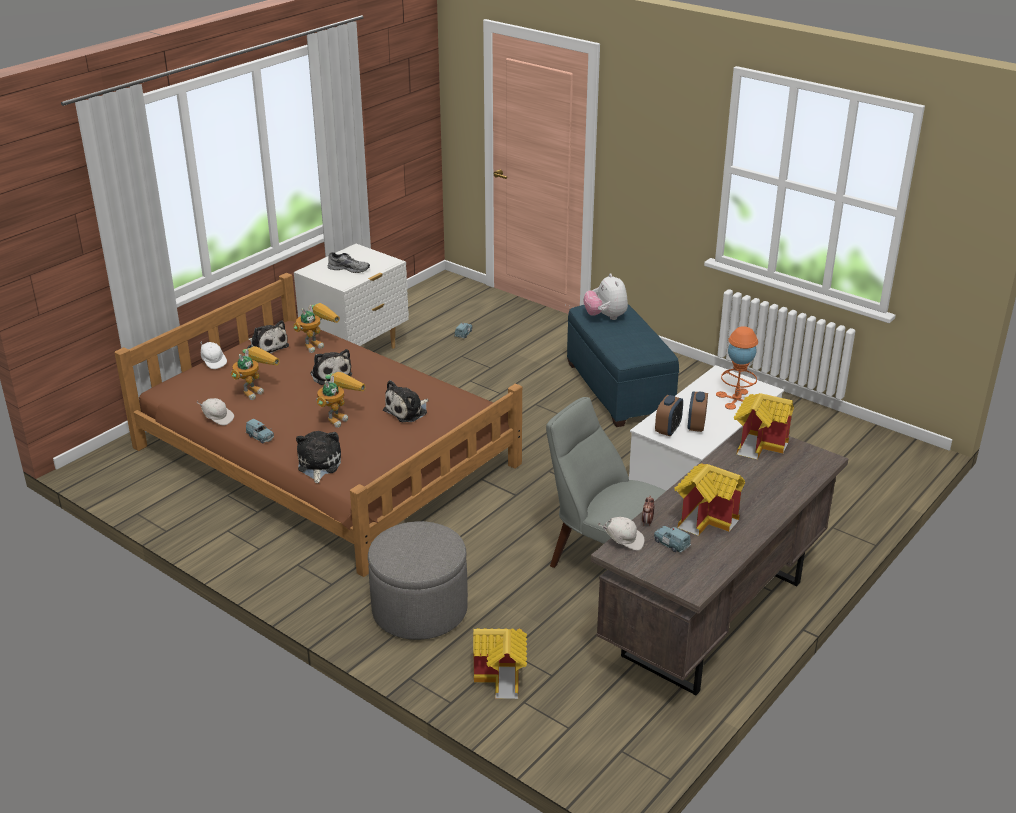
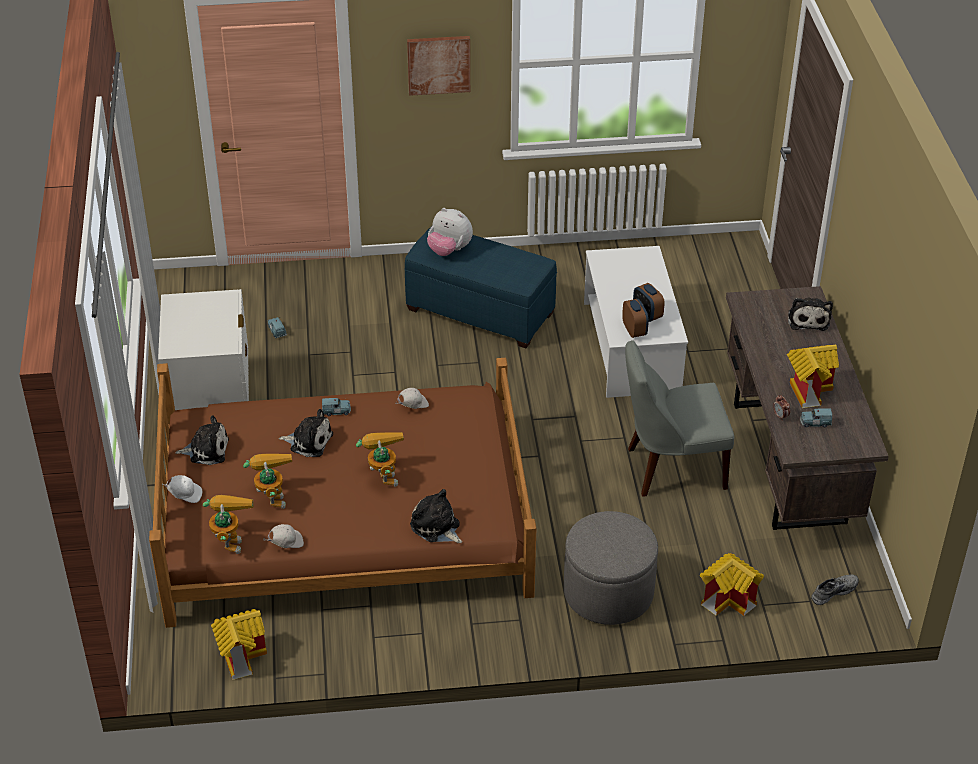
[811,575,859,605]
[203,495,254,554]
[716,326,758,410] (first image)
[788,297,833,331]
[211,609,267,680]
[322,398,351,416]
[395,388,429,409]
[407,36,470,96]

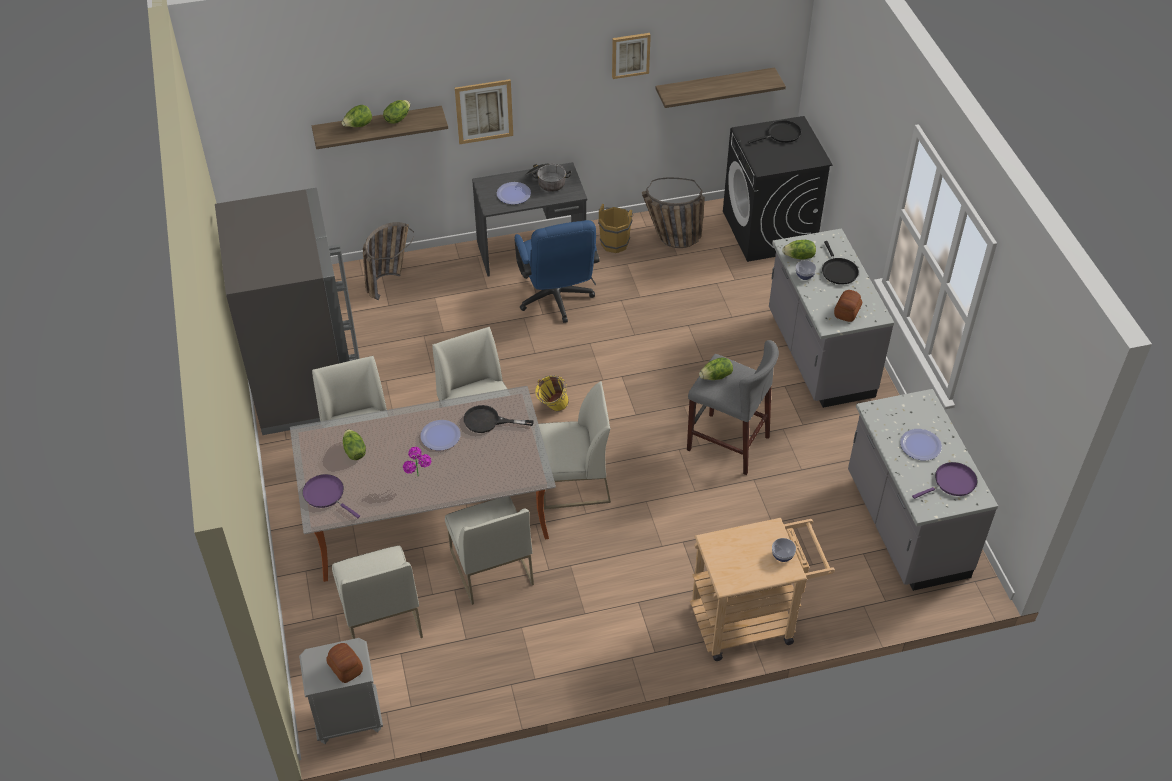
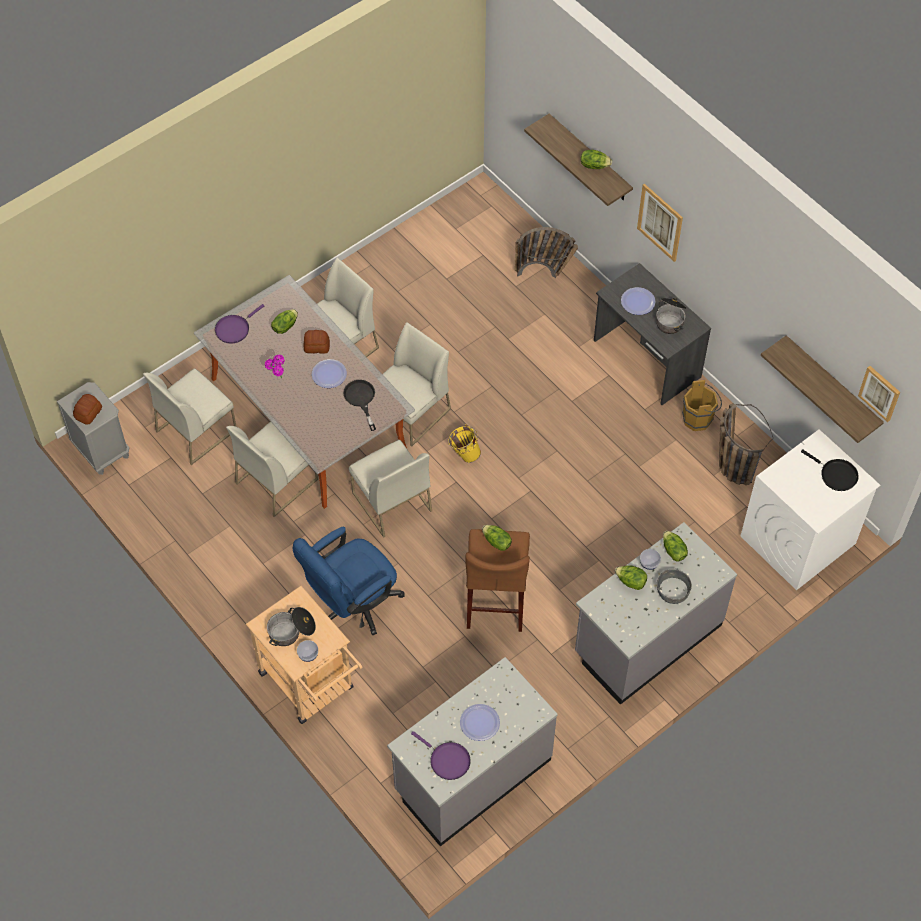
[858,366,900,422]
[615,565,647,590]
[741,429,880,590]
[215,188,360,435] (first image)
[292,527,404,635]
[657,569,692,604]
[304,330,330,354]
[466,529,530,632]
[215,304,264,344]
[267,607,316,646]

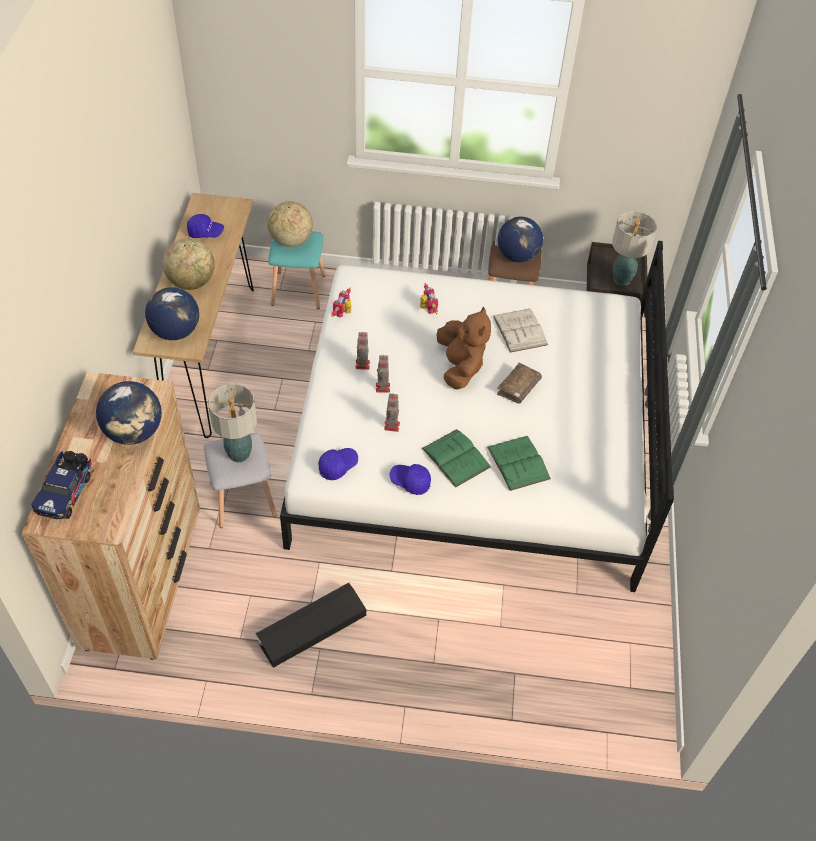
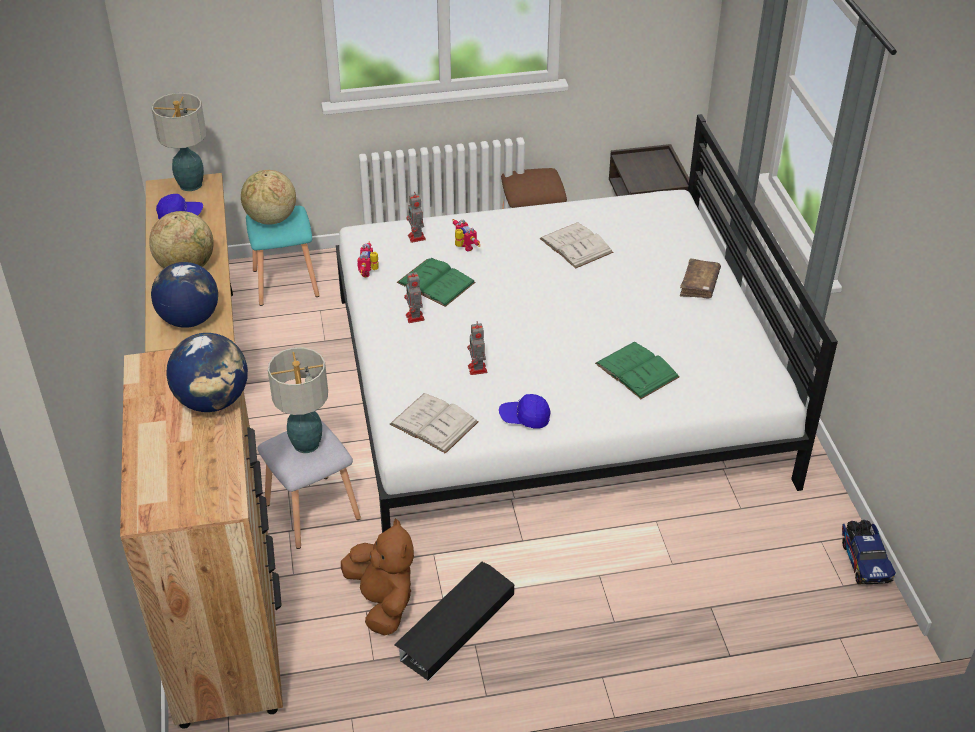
[152,93,206,191]
[498,217,543,262] (first image)
[341,518,414,636]
[406,191,426,243]
[680,259,721,298]
[397,258,476,307]
[390,393,479,454]
[842,520,896,584]

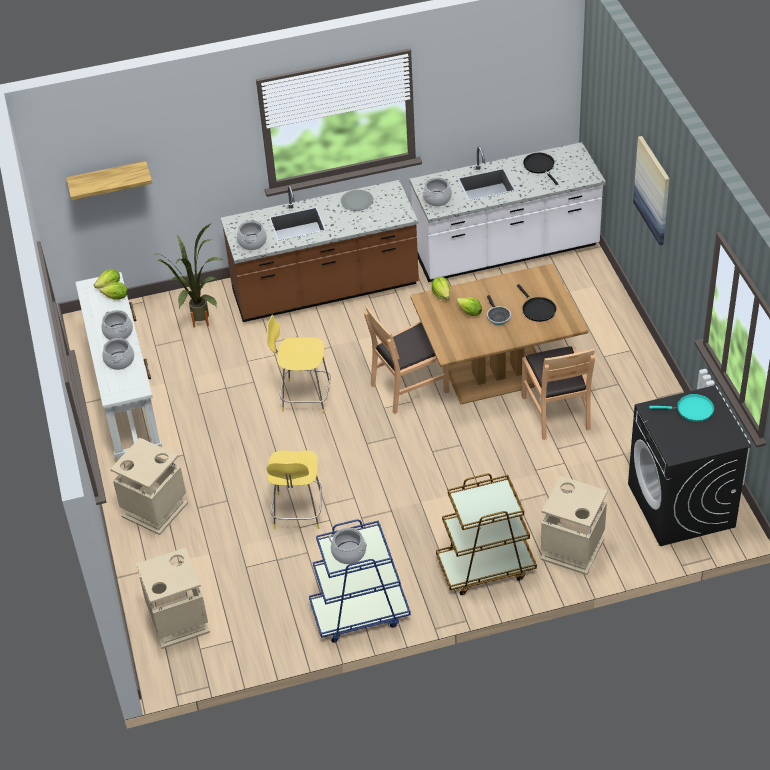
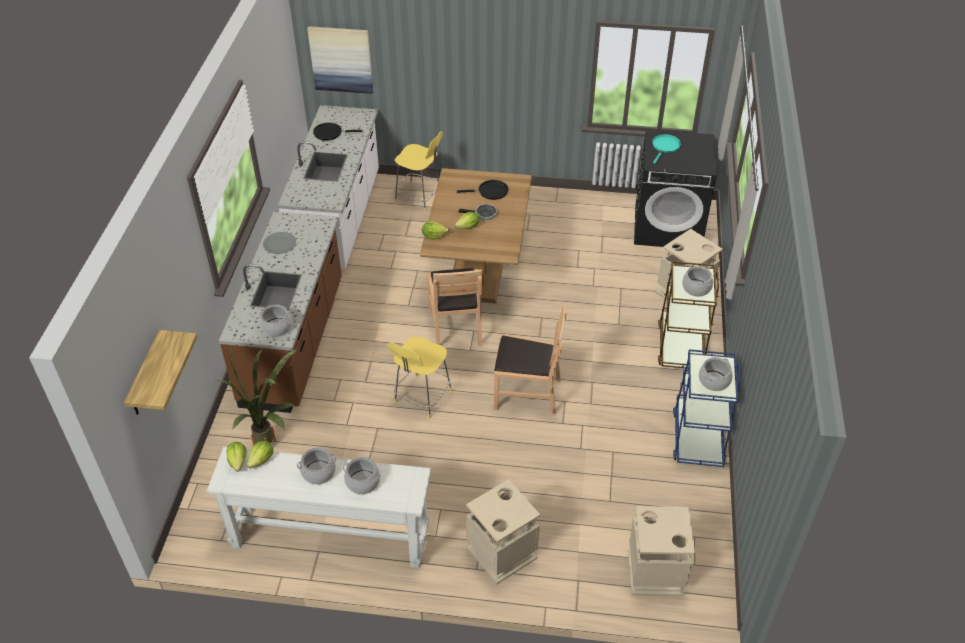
[307,26,373,94]
[682,266,713,297]
[494,304,567,415]
[394,131,443,212]

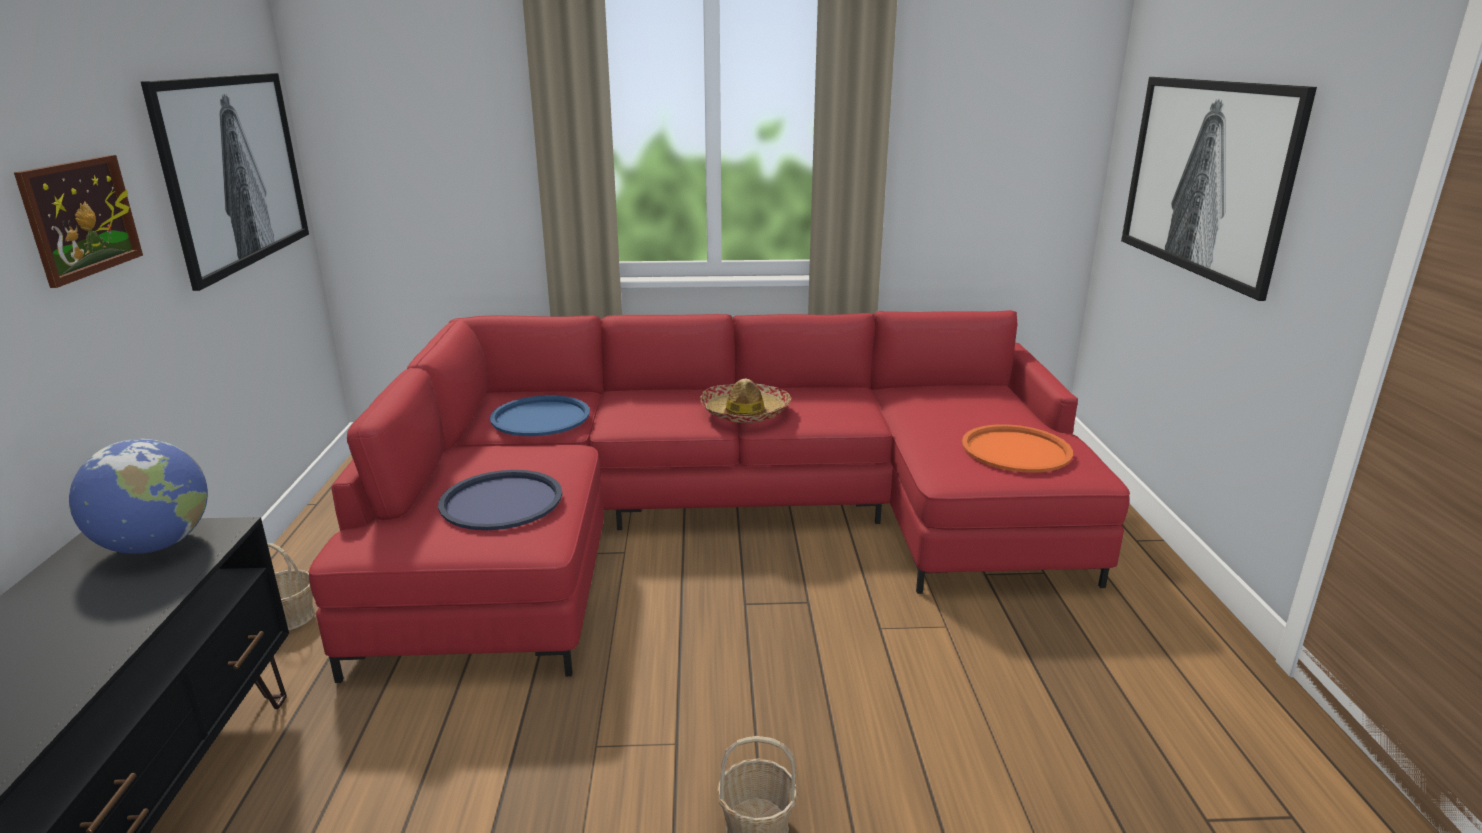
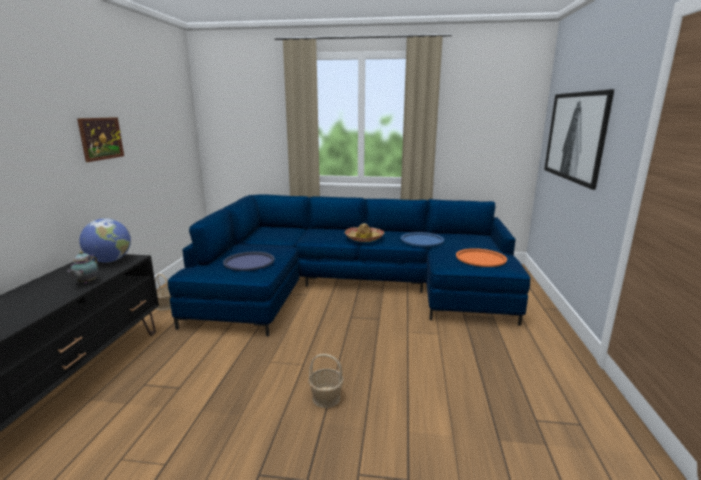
[141,73,309,291] (first image)
[168,194,530,336]
[401,232,444,247]
[67,251,98,284]

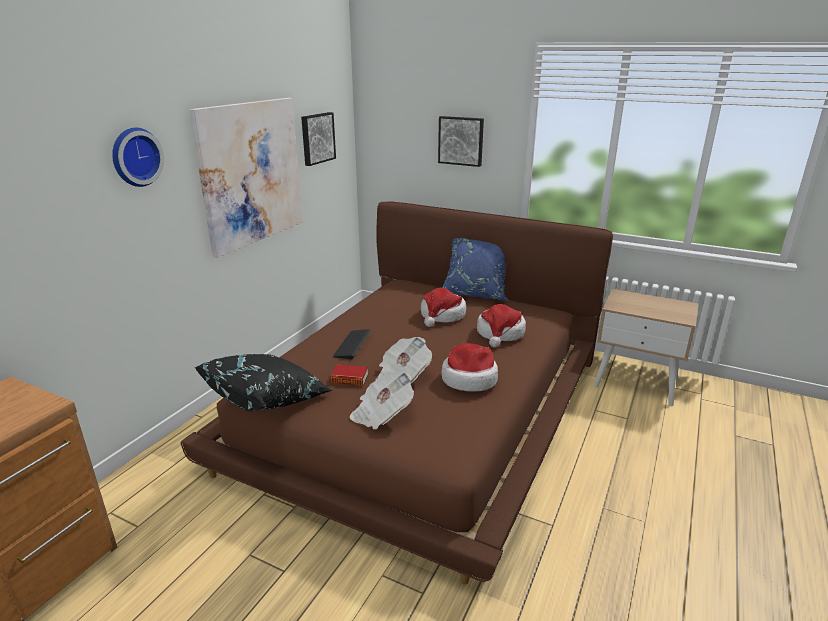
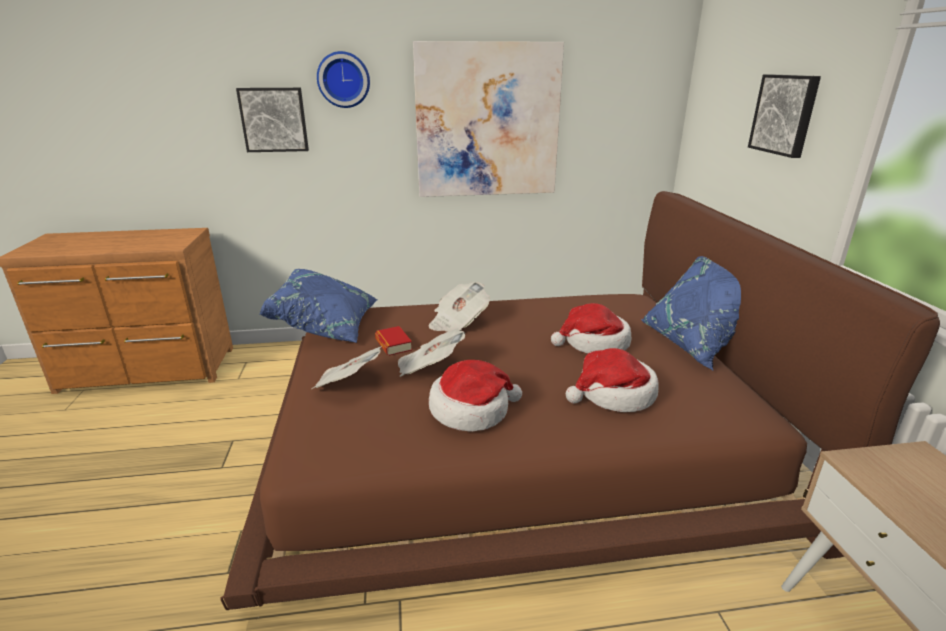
[236,88,309,152]
[429,282,490,332]
[260,269,378,343]

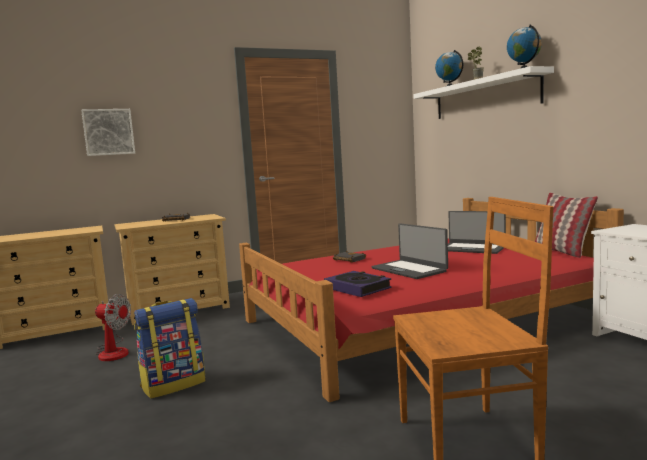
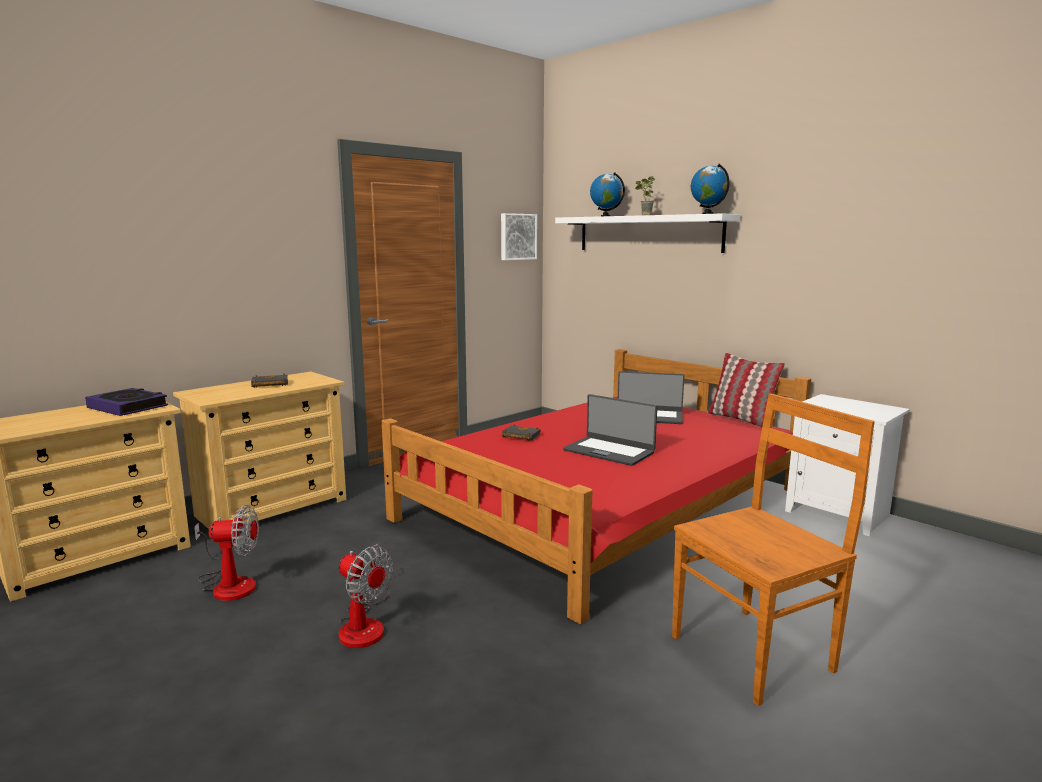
[501,213,537,260]
[85,388,168,416]
[339,544,393,648]

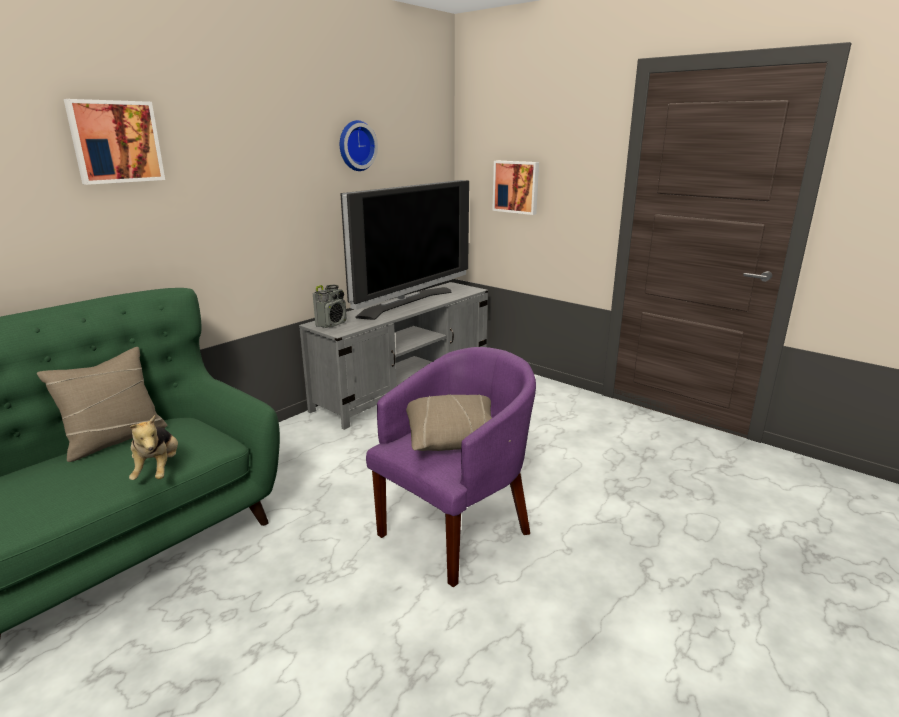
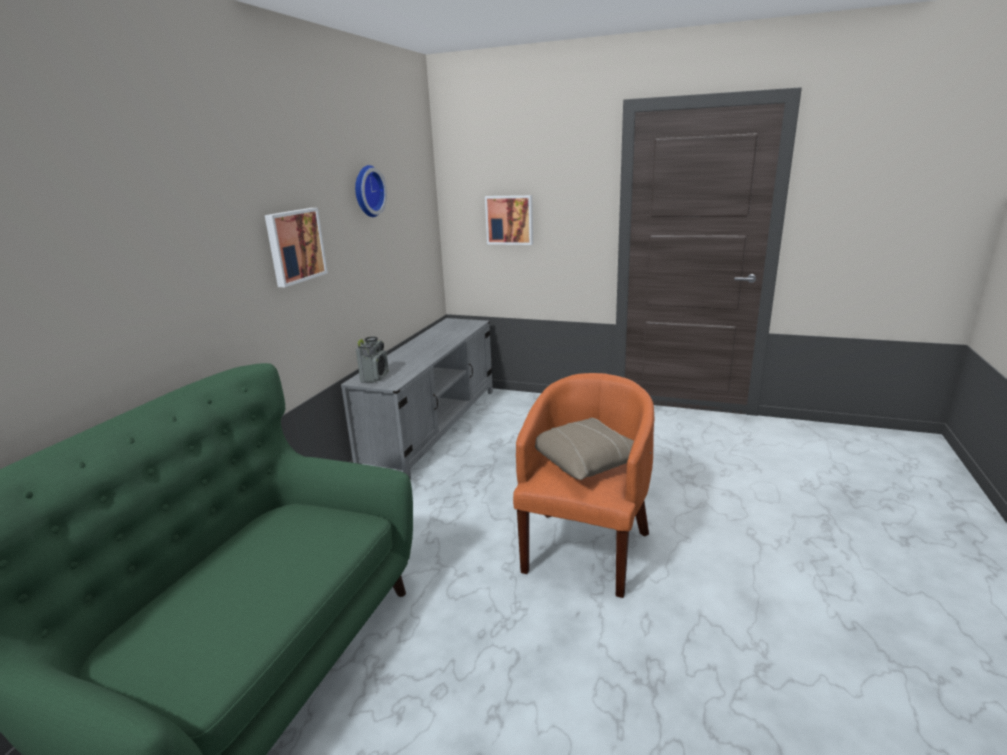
[265,208,328,287]
[341,180,469,320] (first image)
[37,347,168,462] (first image)
[513,373,654,598]
[129,415,178,480] (first image)

